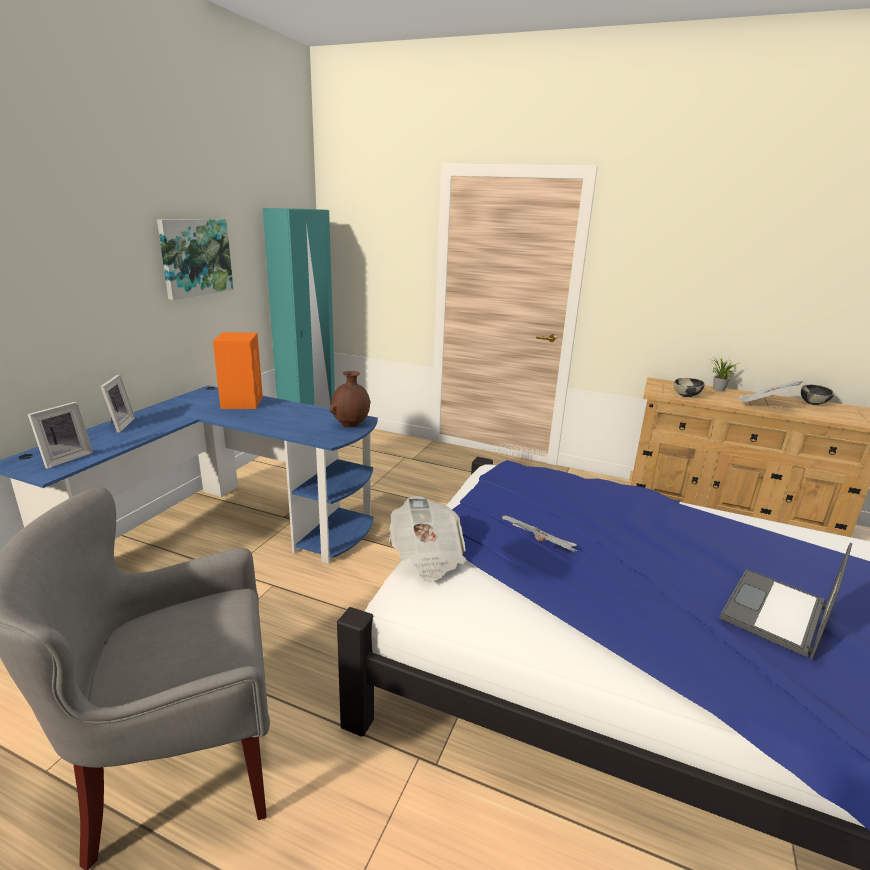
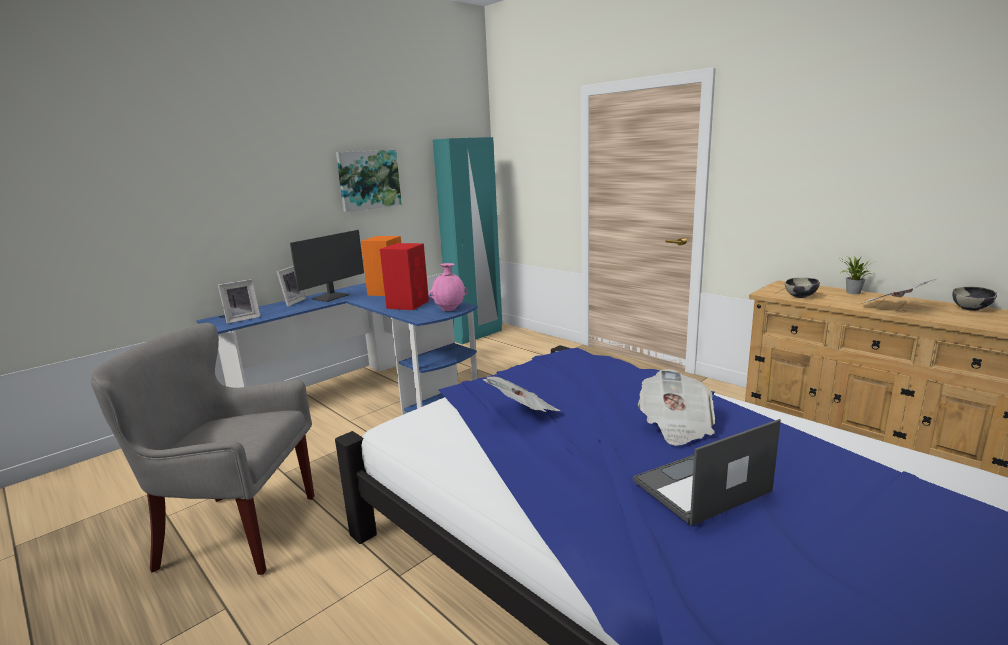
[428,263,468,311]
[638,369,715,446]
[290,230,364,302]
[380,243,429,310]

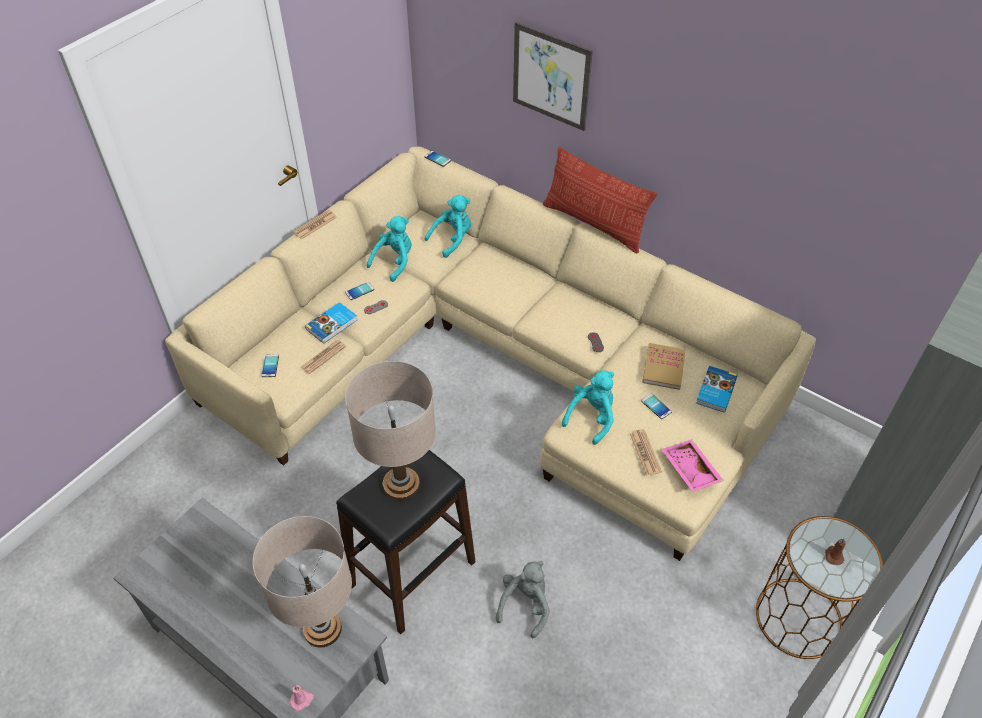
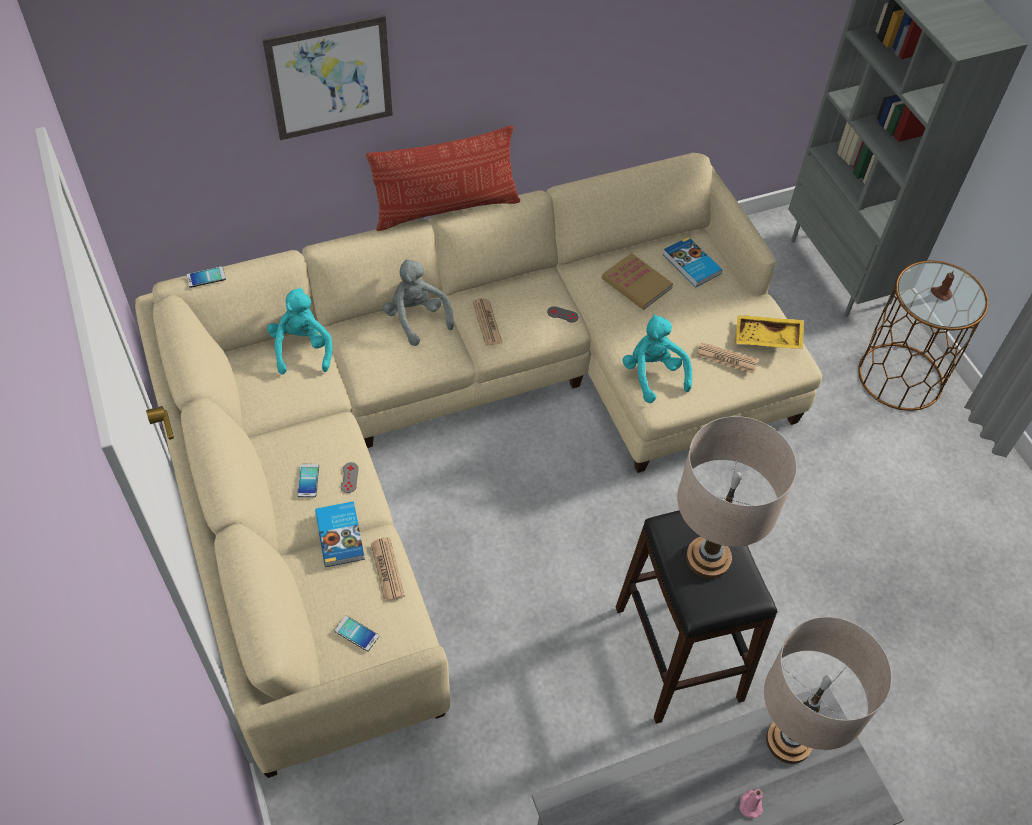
[473,298,502,346]
[367,216,412,282] (first image)
[641,393,672,419] (first image)
[735,315,804,349]
[383,259,454,346]
[739,789,763,818]

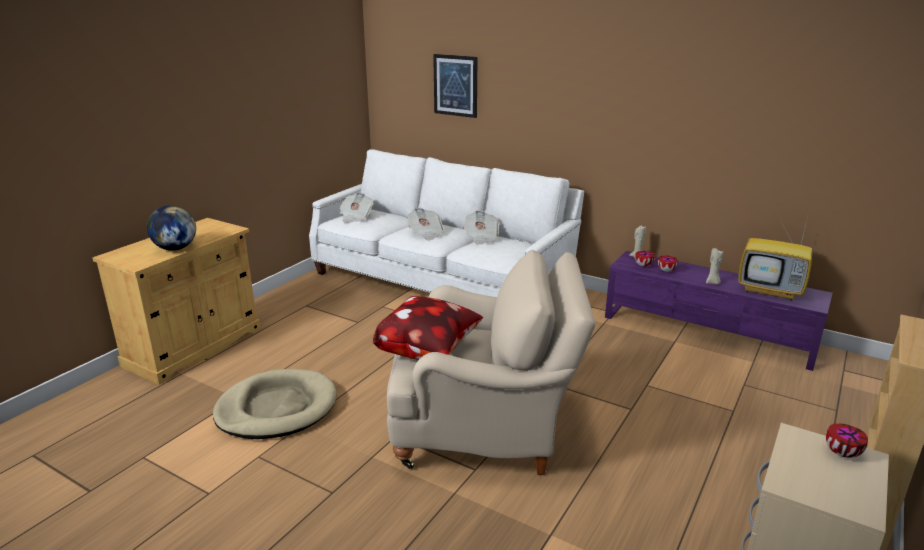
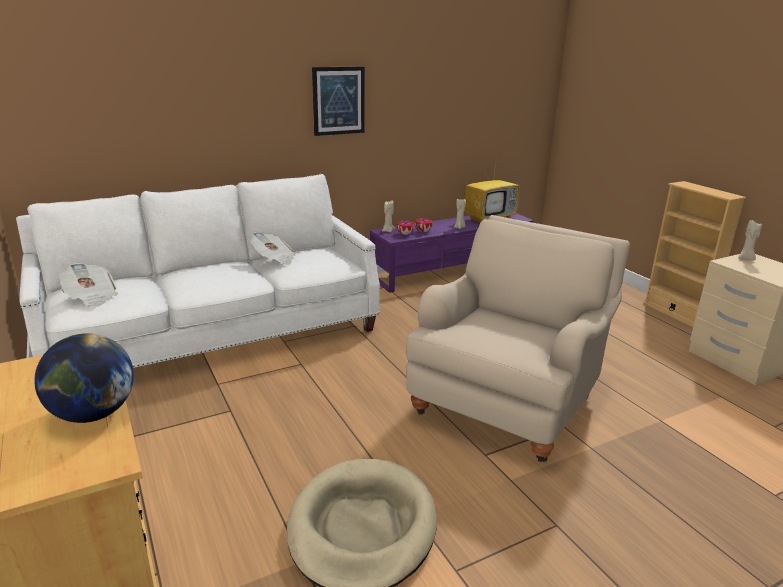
[312,66,365,136]
[407,208,444,241] (first image)
[373,296,483,360] (first image)
[738,220,762,261]

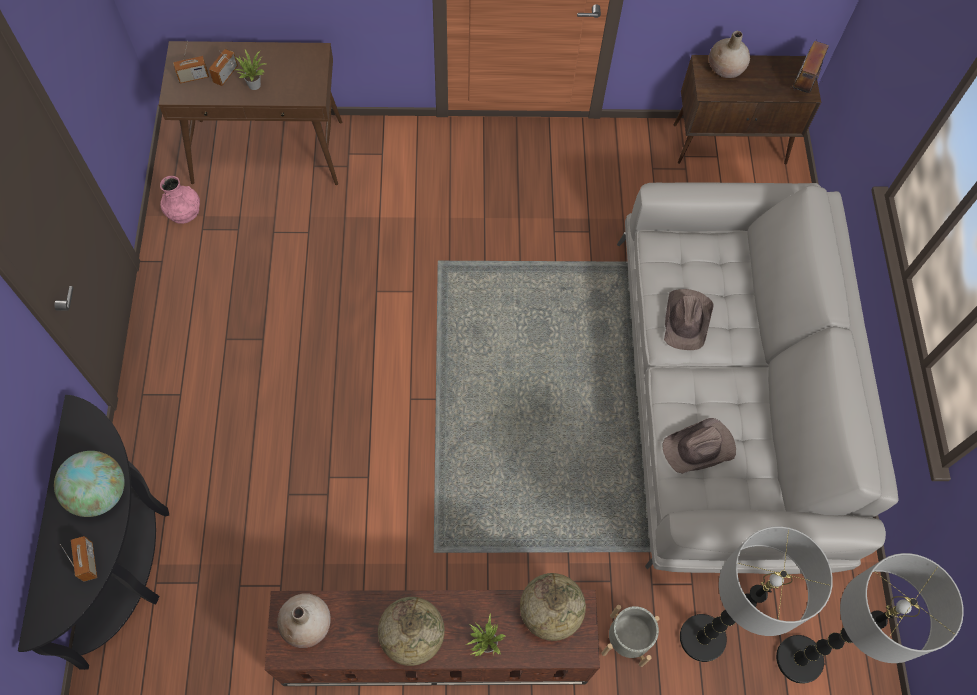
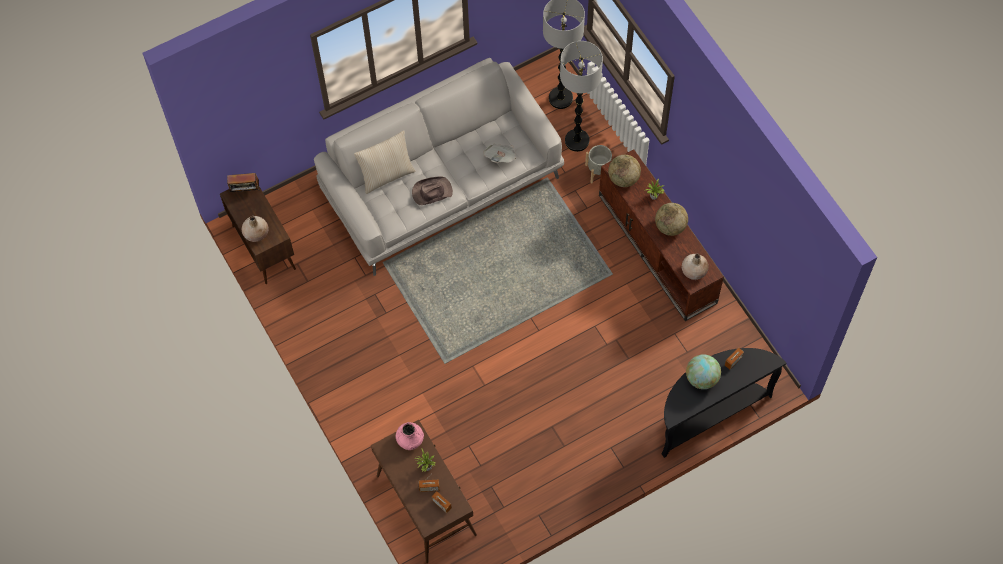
[395,422,424,450]
[483,143,516,163]
[354,131,416,194]

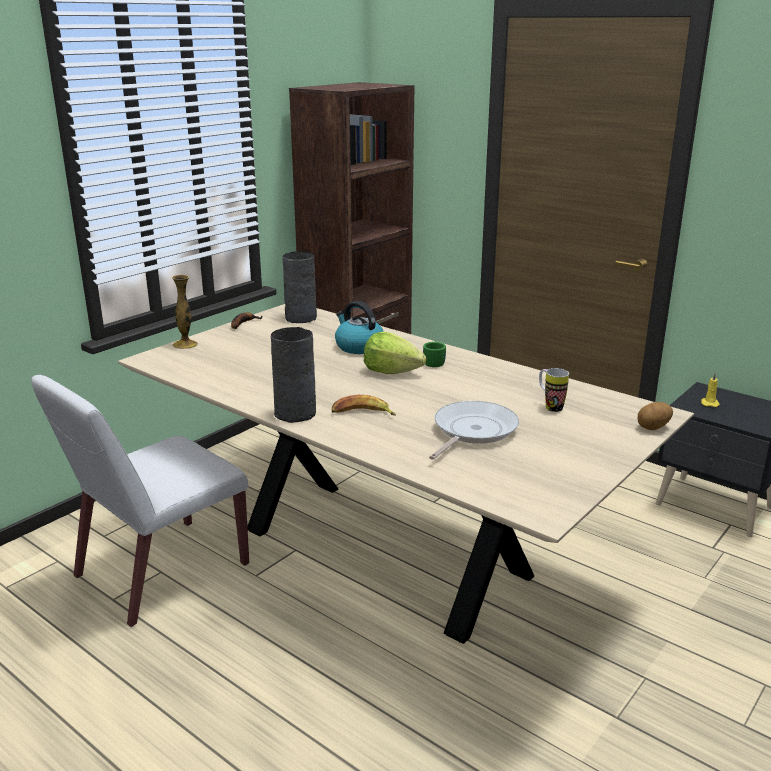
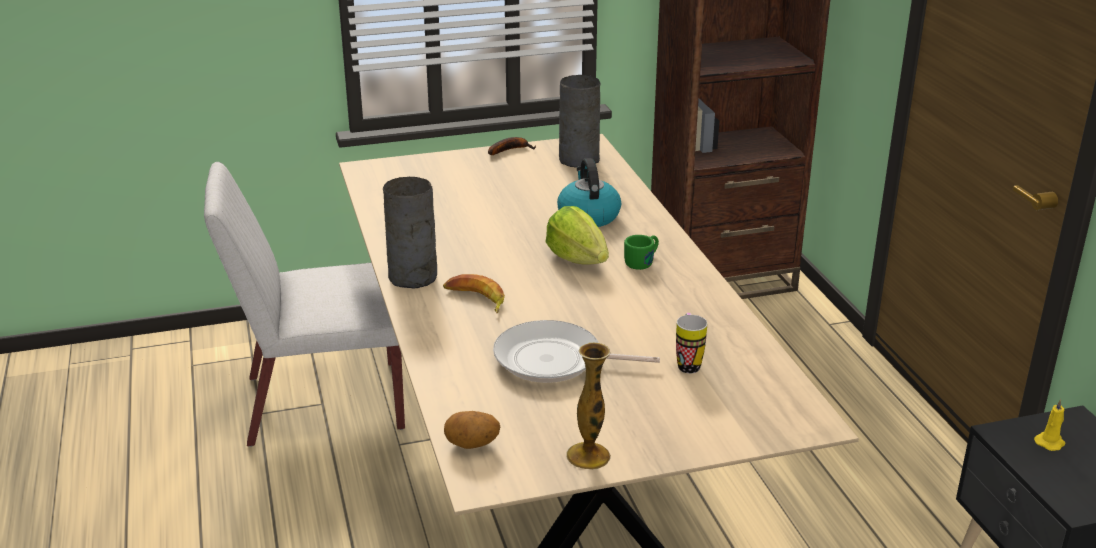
[566,343,611,470]
[493,320,660,383]
[444,411,500,449]

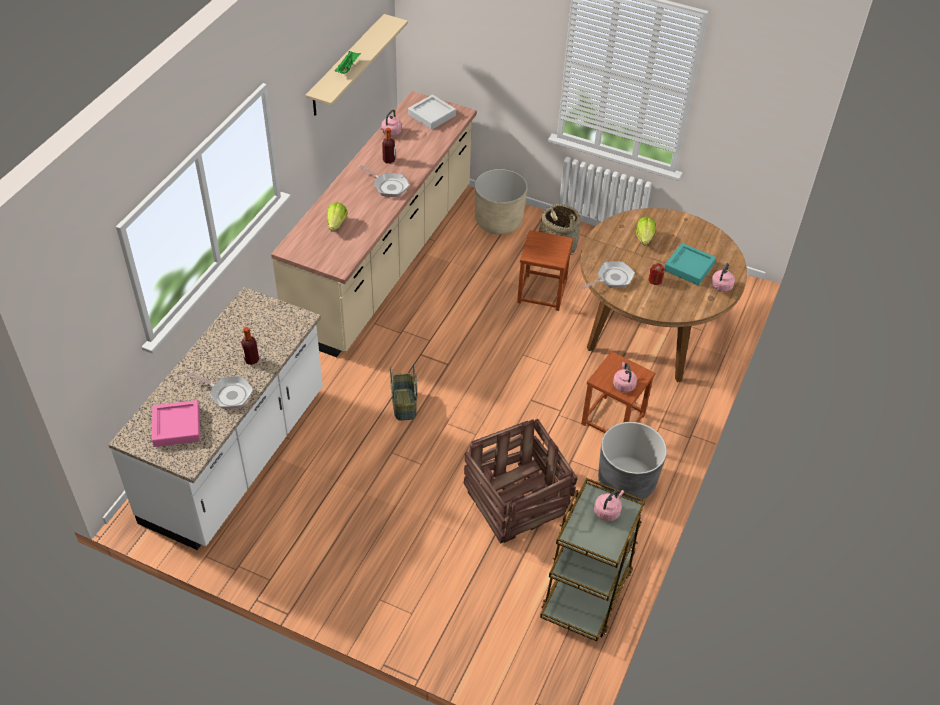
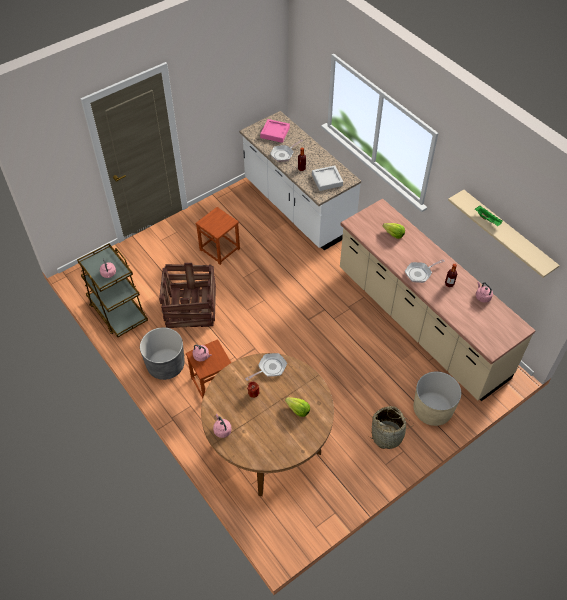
[312,165,343,191]
[195,207,240,265]
[664,243,716,285] (first image)
[245,353,287,381]
[390,364,418,421] (first image)

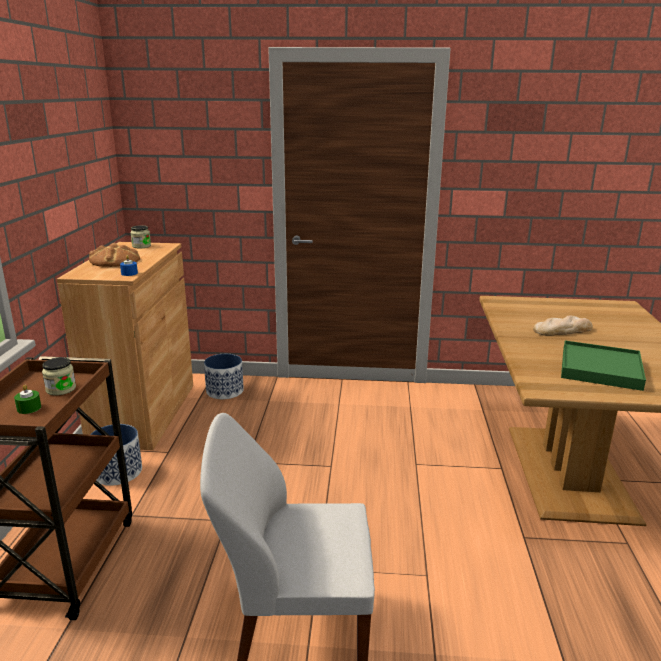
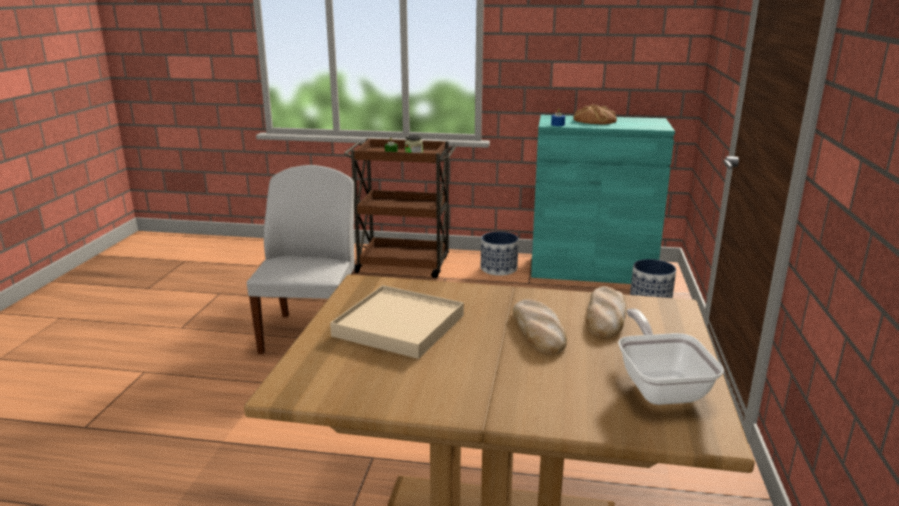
[130,225,151,248] (first image)
[531,115,675,284]
[330,285,464,359]
[586,286,626,338]
[618,309,724,405]

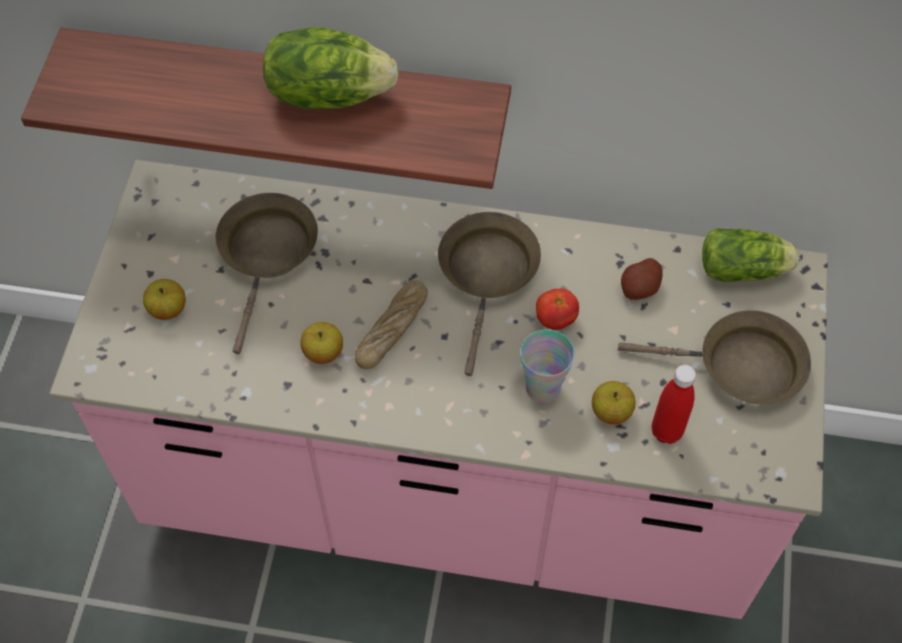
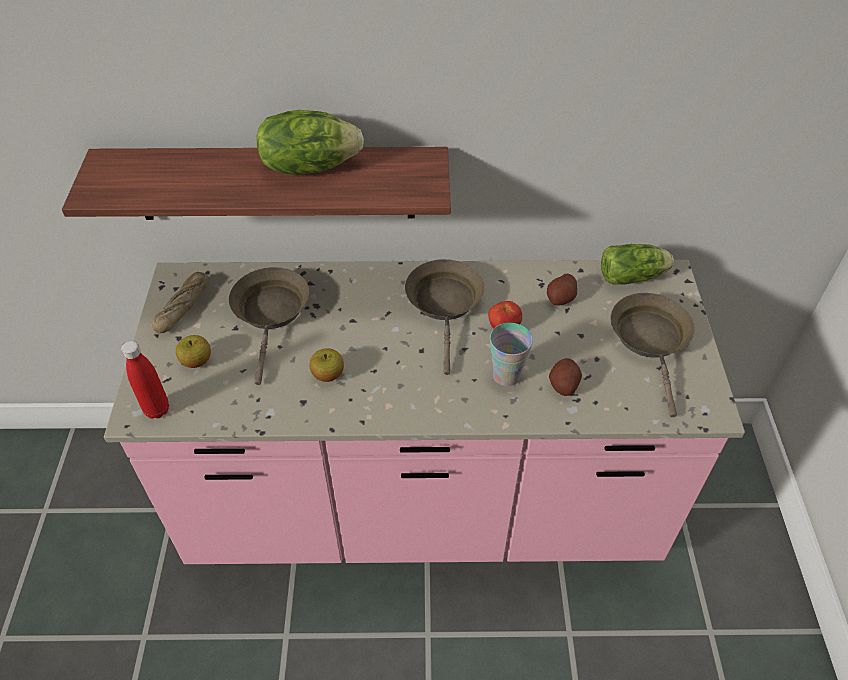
[152,272,209,333]
[611,293,695,417]
[121,340,169,419]
[549,358,582,396]

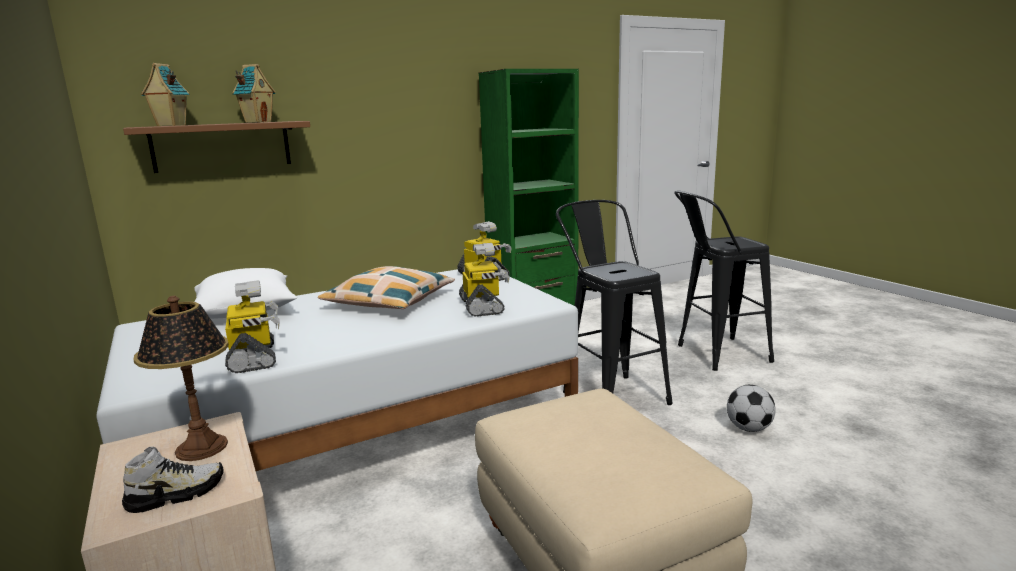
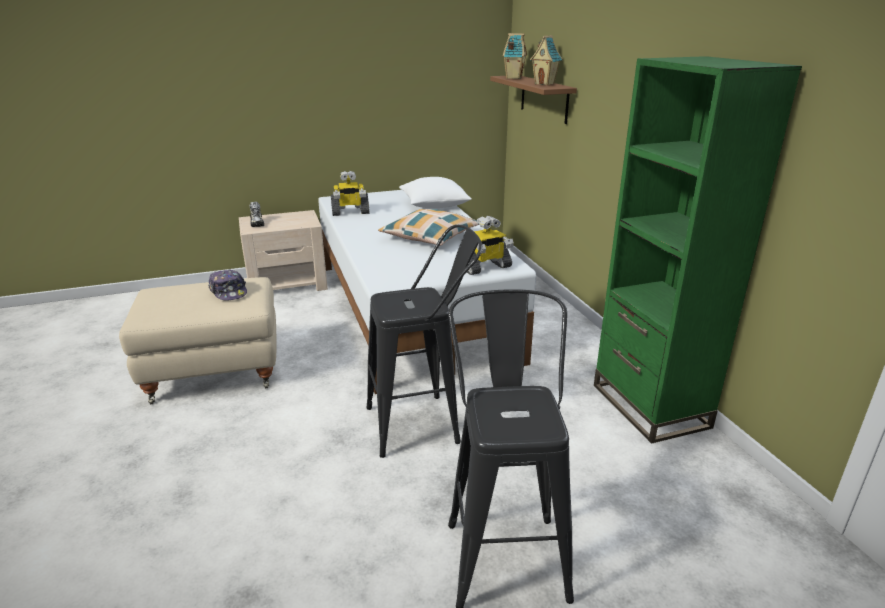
[459,243,510,317] (first image)
[134,296,229,461] (first image)
[727,385,776,432] (first image)
[208,269,247,300]

